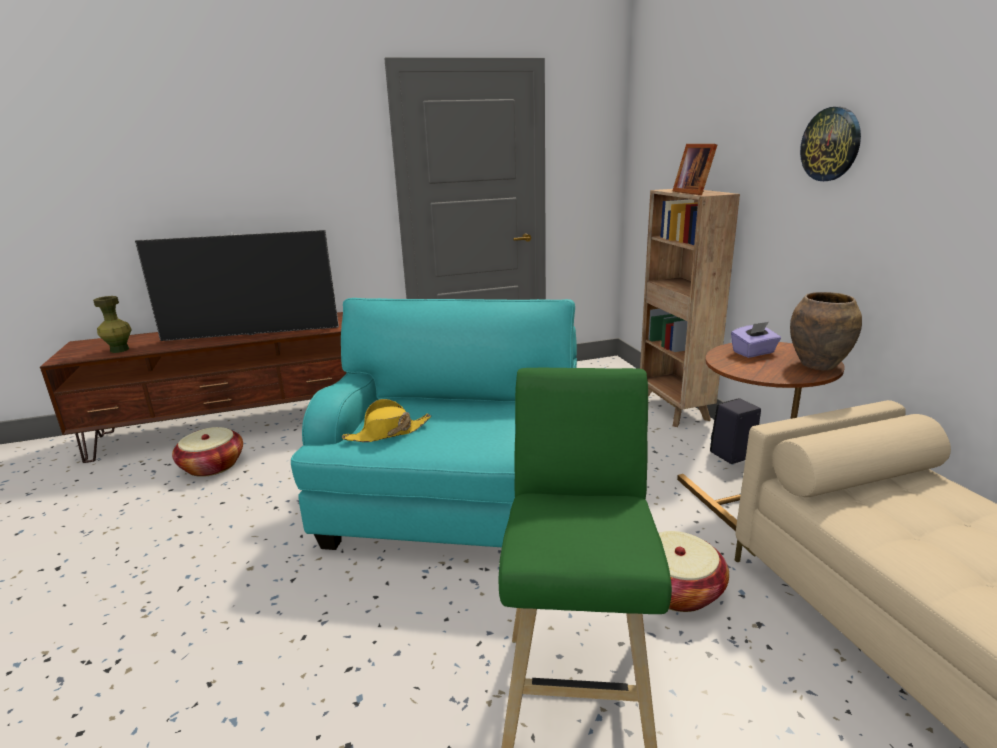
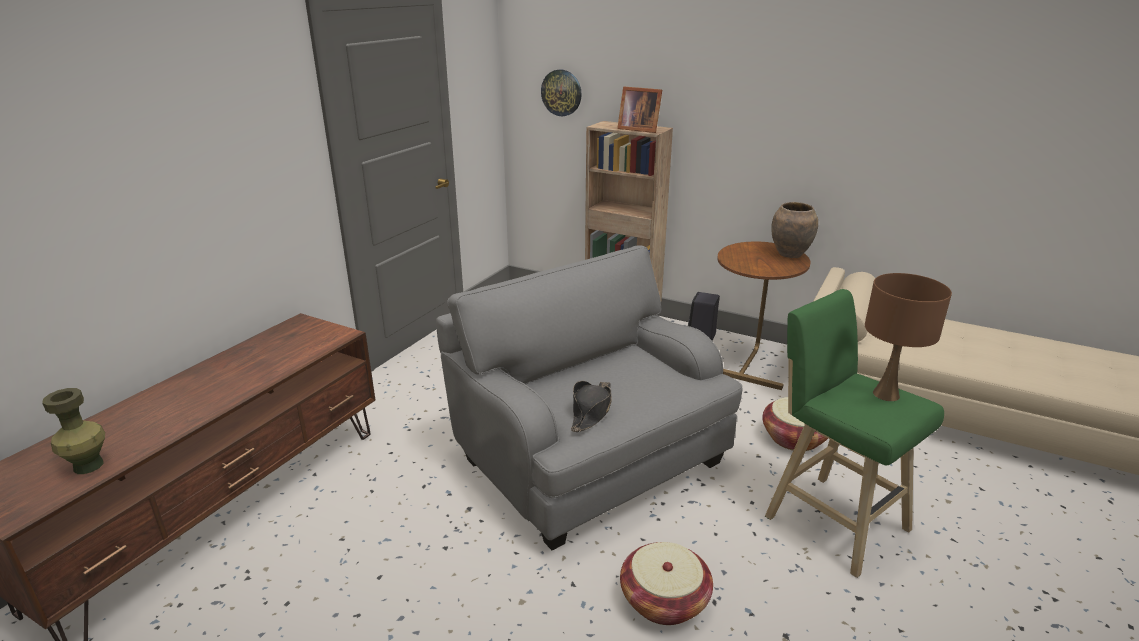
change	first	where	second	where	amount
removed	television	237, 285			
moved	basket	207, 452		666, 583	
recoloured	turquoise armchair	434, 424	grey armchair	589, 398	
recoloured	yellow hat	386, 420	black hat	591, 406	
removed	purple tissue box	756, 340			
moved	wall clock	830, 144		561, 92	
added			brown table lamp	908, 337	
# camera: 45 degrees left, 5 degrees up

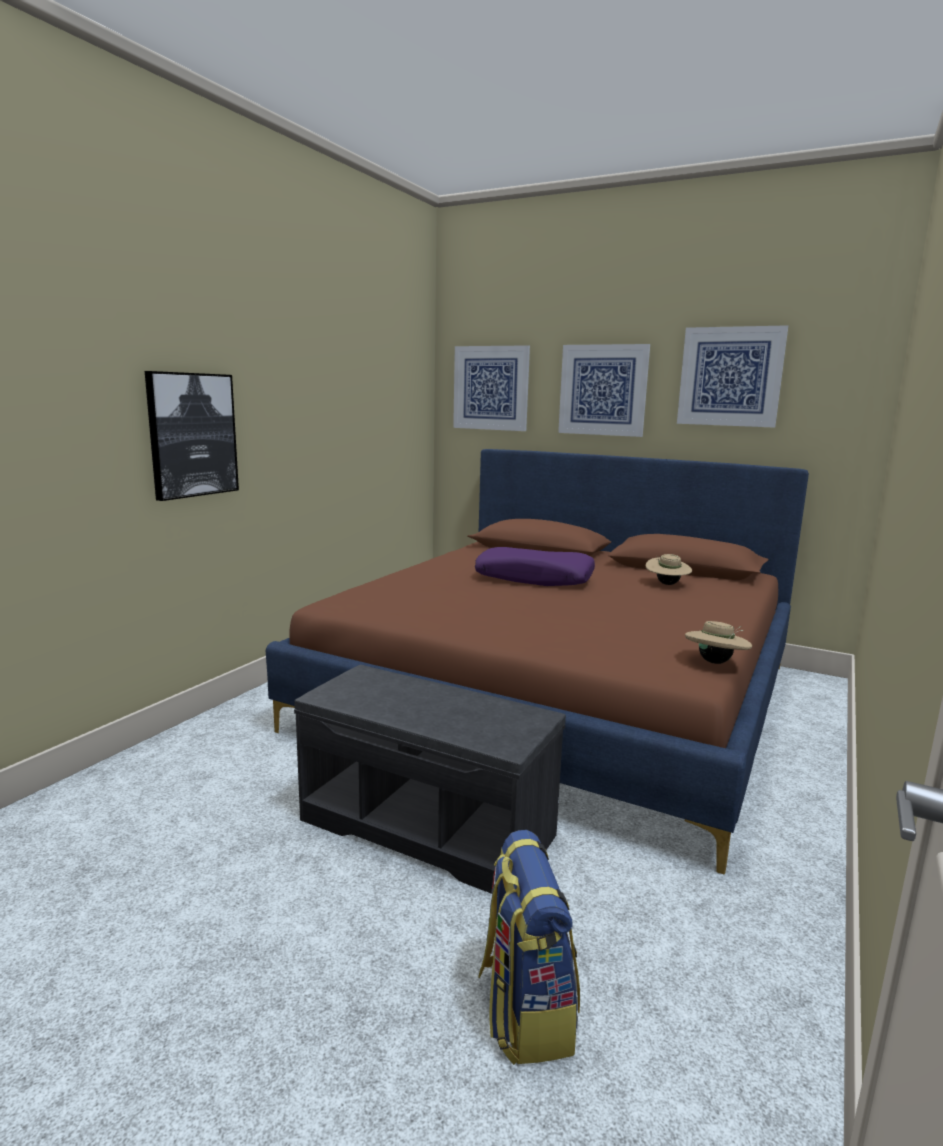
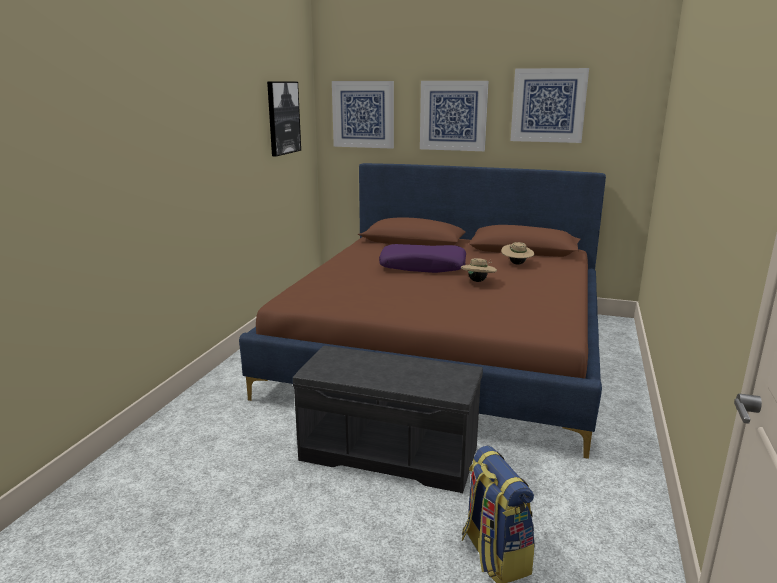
change	first	where	second	where	amount
moved	picture	192, 436		284, 119	
moved	beige hat	718, 642		479, 270	
# camera: 10 degrees left, 5 degrees up

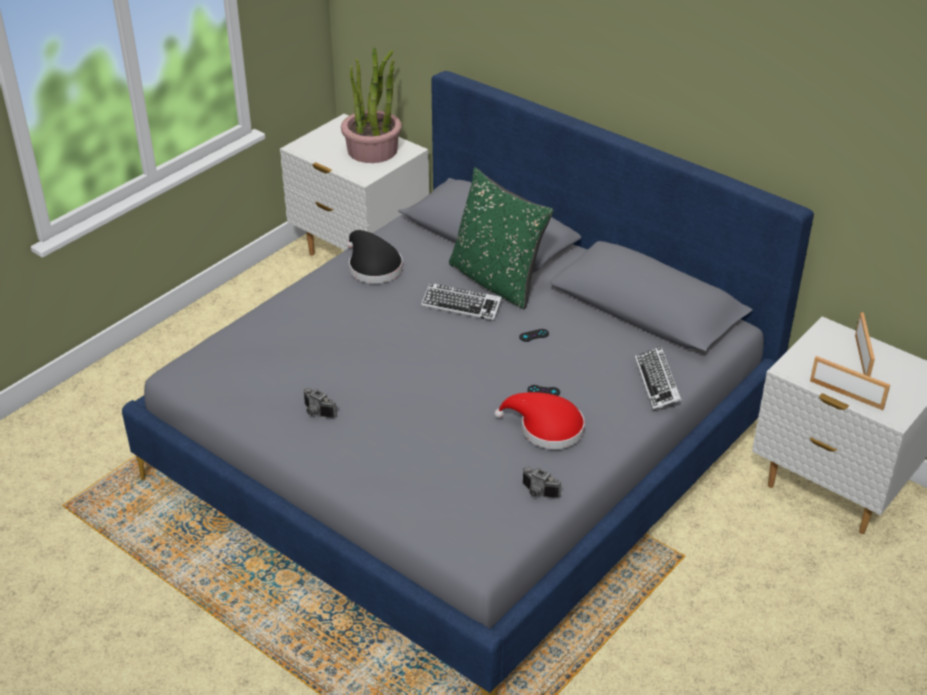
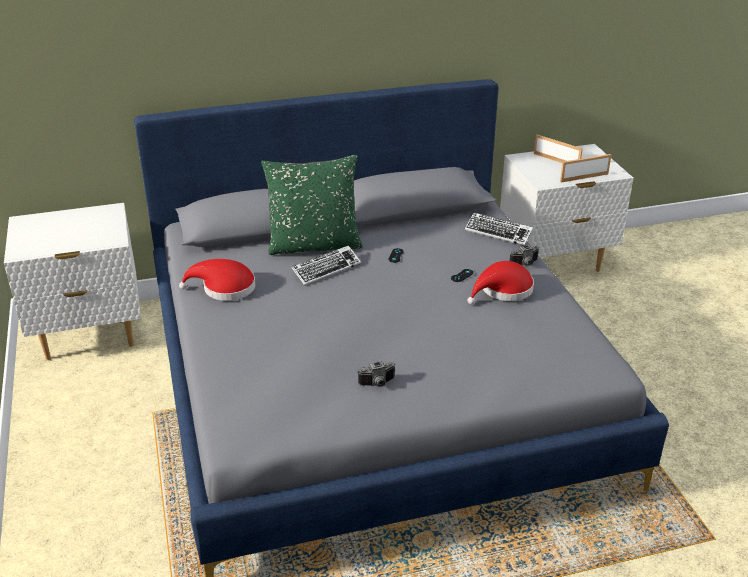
change	first	where	second	where	amount
removed	potted plant	371, 105			
recoloured	black hat	374, 257	red hat	217, 280	
moved	photo camera	542, 482		524, 255	
# camera: 55 degrees left, 5 degrees down

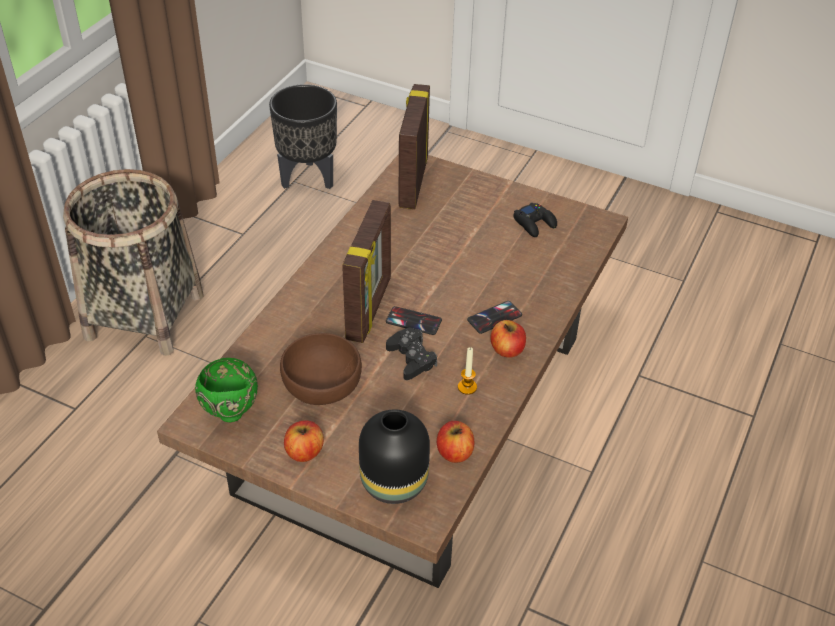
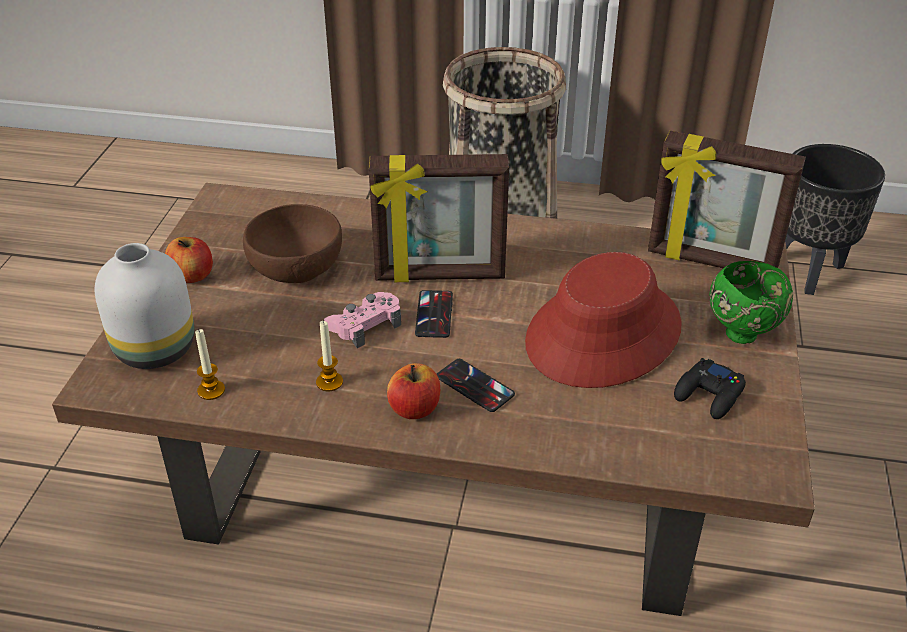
change	first	where	second	where	amount
moved	green bowl	226, 390		751, 302	
recoloured	black vase	394, 457	white vase	144, 306	
recoloured	black game controller	411, 354	pink game controller	362, 320	
turned	picture frame	414, 146		727, 199	150 degrees counterclockwise
replaced	apple	455, 442	candle	210, 364	
added			red hat	603, 320	
# camera: 75 degrees right, 5 degrees down

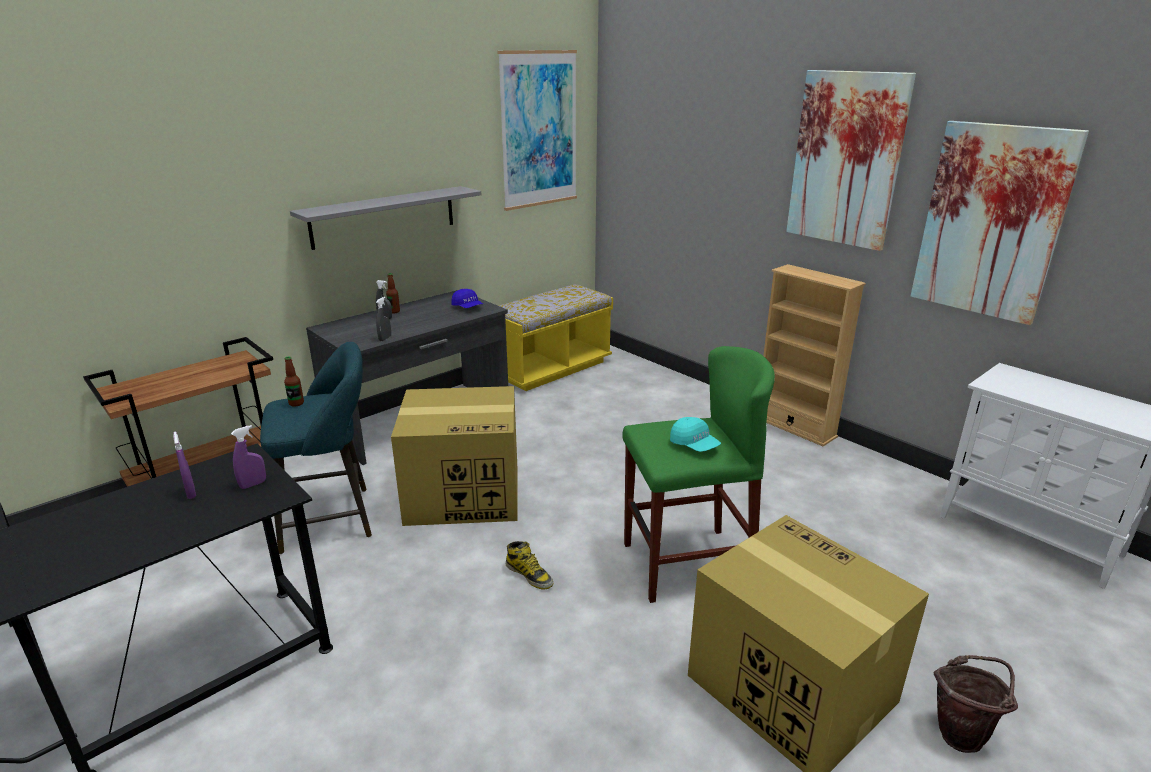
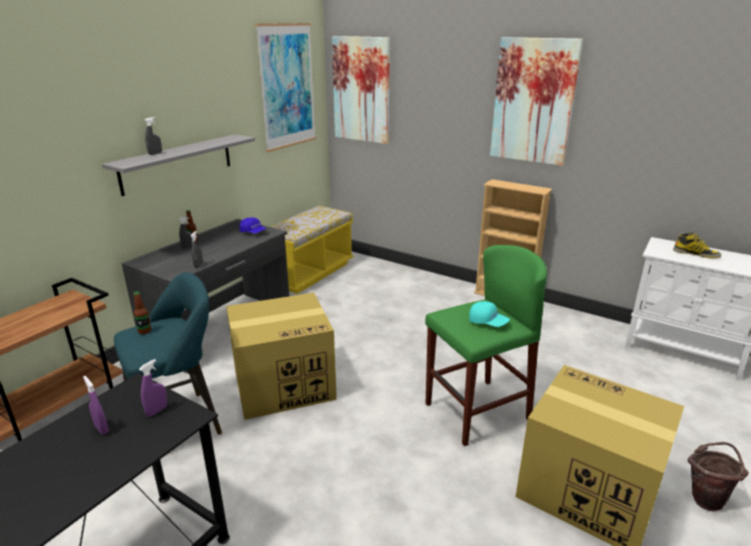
change	first	where	second	where	amount
moved	boot	529, 565		697, 245	
moved	picture	999, 223		361, 90	
added			grey spray bottle	153, 136	
# camera: 15 degrees left, 0 degrees up

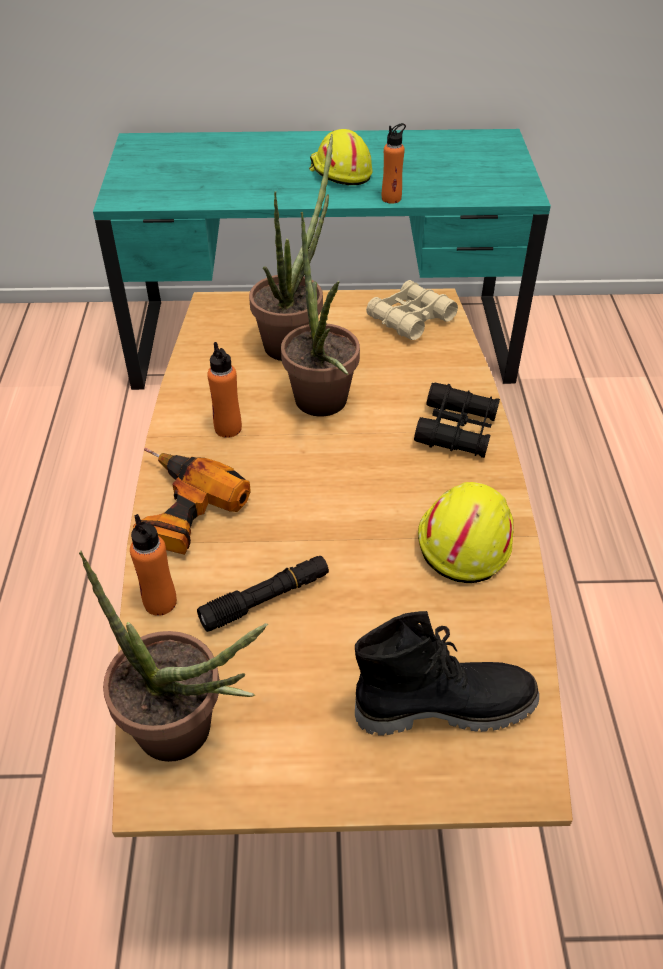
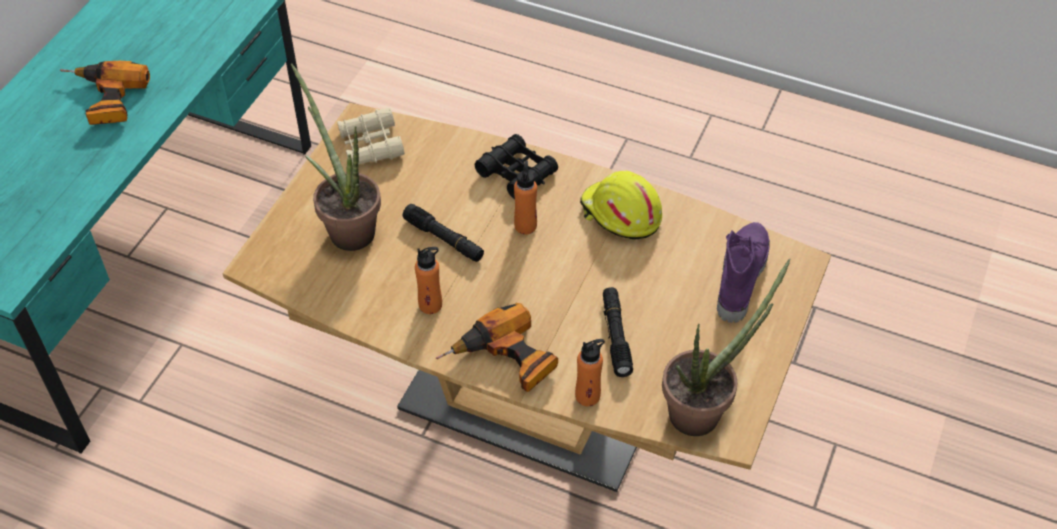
change	first	where	second	where	amount
replaced	potted plant	320, 314	black flashlight	443, 233	
replaced	yellow hard hat	341, 157	power drill	105, 93	
recoloured	black boot	447, 673	purple boot	743, 272	
moved	orange bottle	394, 163		525, 197	
# camera: 65 degrees left, 5 degrees up

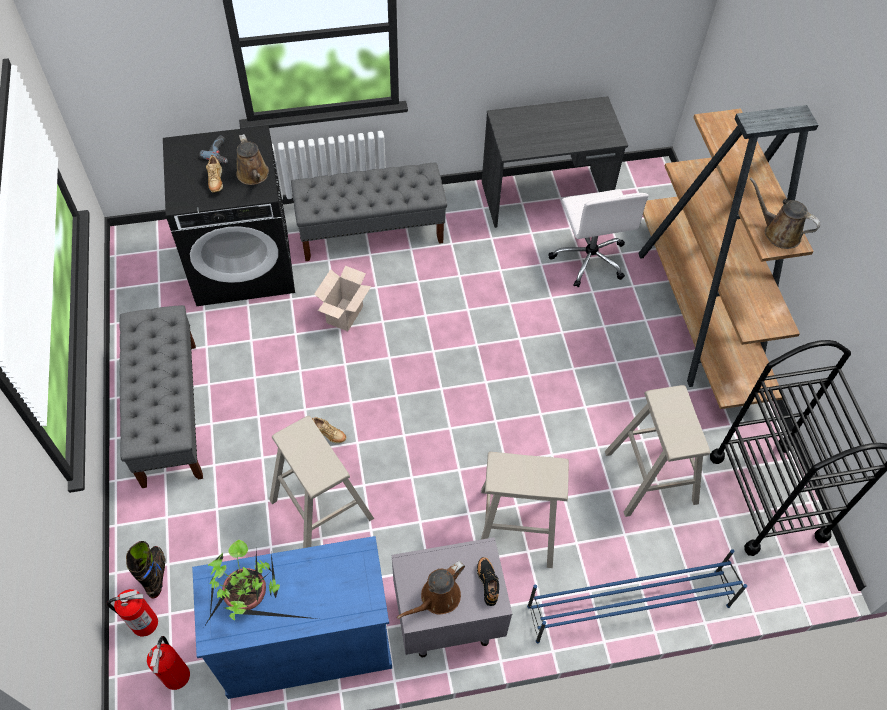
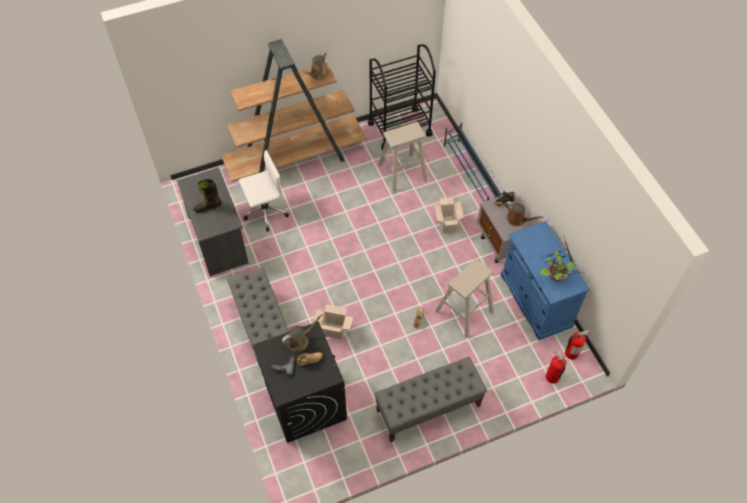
change	first	where	second	where	amount
moved	black boot	146, 570		207, 195	
replaced	beige stool	525, 510	cardboard box	449, 215	
# camera: 100 degrees left, 0 degrees up

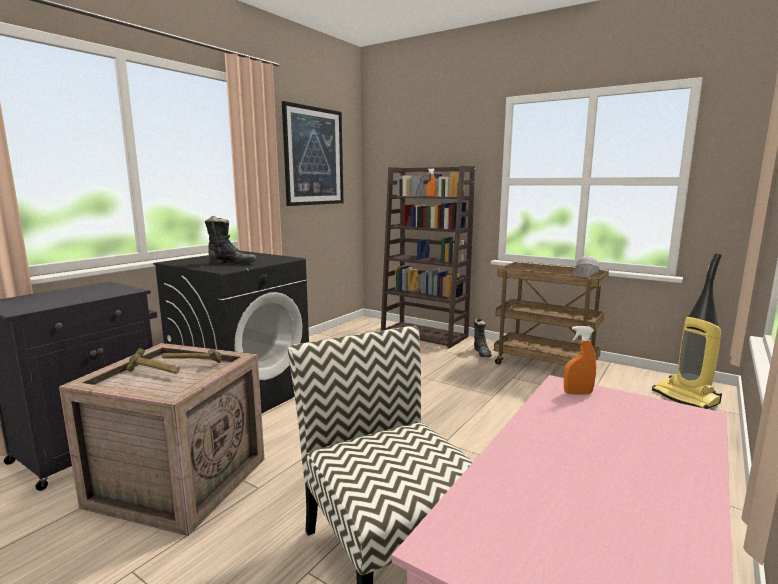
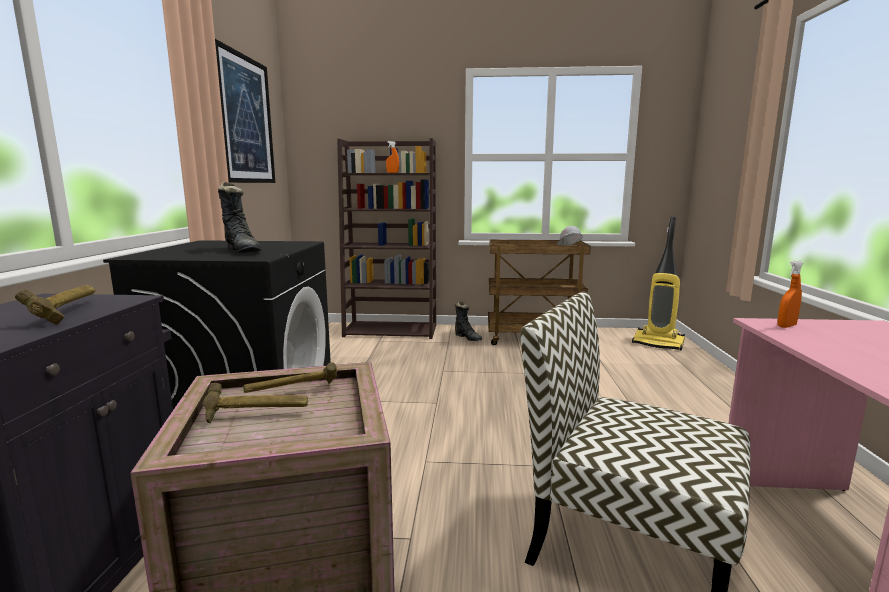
change	first	where	second	where	amount
turned	black boot	230, 240		239, 217	75 degrees clockwise
added			hammer	55, 305	
# camera: 30 degrees left, 0 degrees up

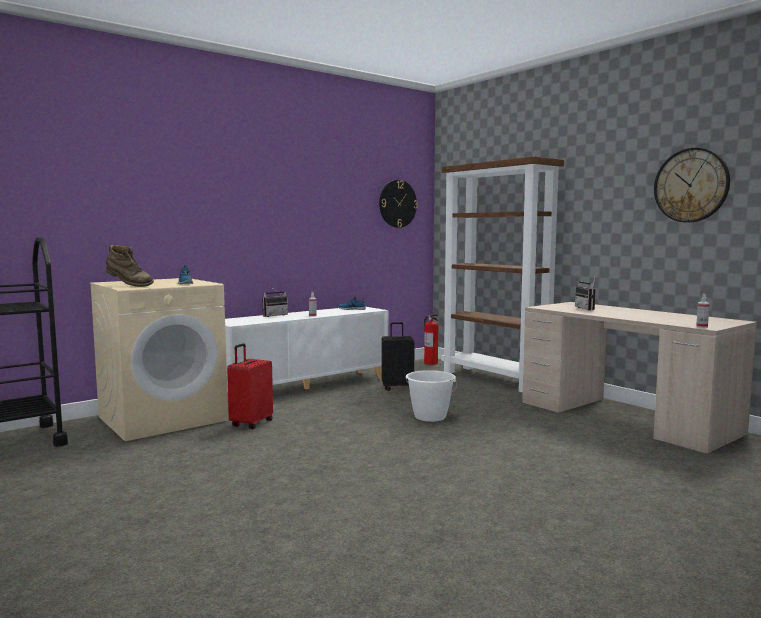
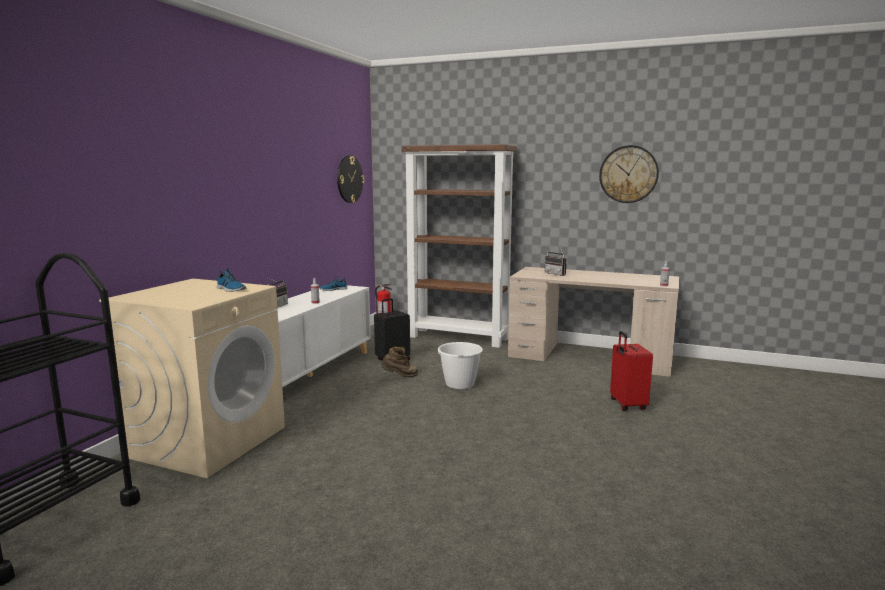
change	first	where	second	where	amount
moved	brown boot	130, 266		399, 362	
moved	red suitcase	250, 386		631, 371	
# camera: 30 degrees left, 5 degrees up

